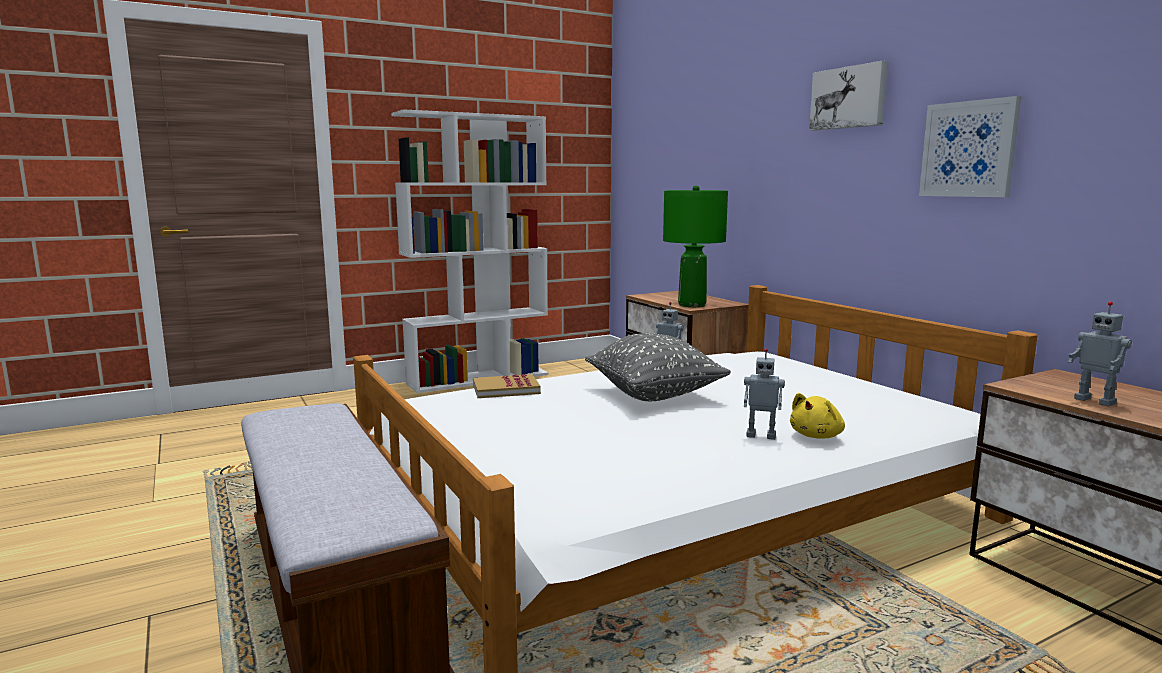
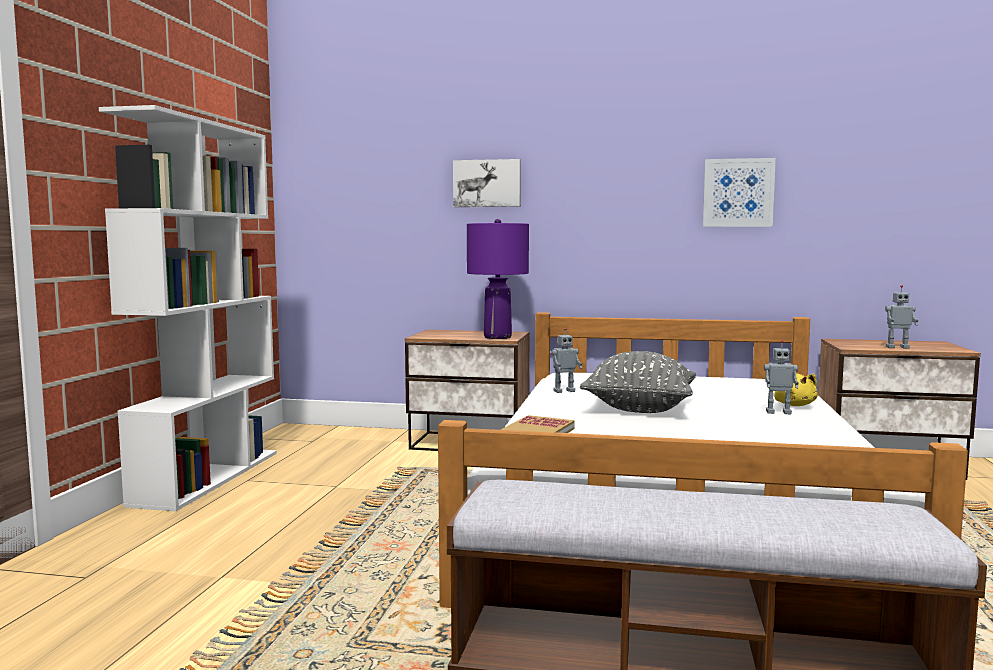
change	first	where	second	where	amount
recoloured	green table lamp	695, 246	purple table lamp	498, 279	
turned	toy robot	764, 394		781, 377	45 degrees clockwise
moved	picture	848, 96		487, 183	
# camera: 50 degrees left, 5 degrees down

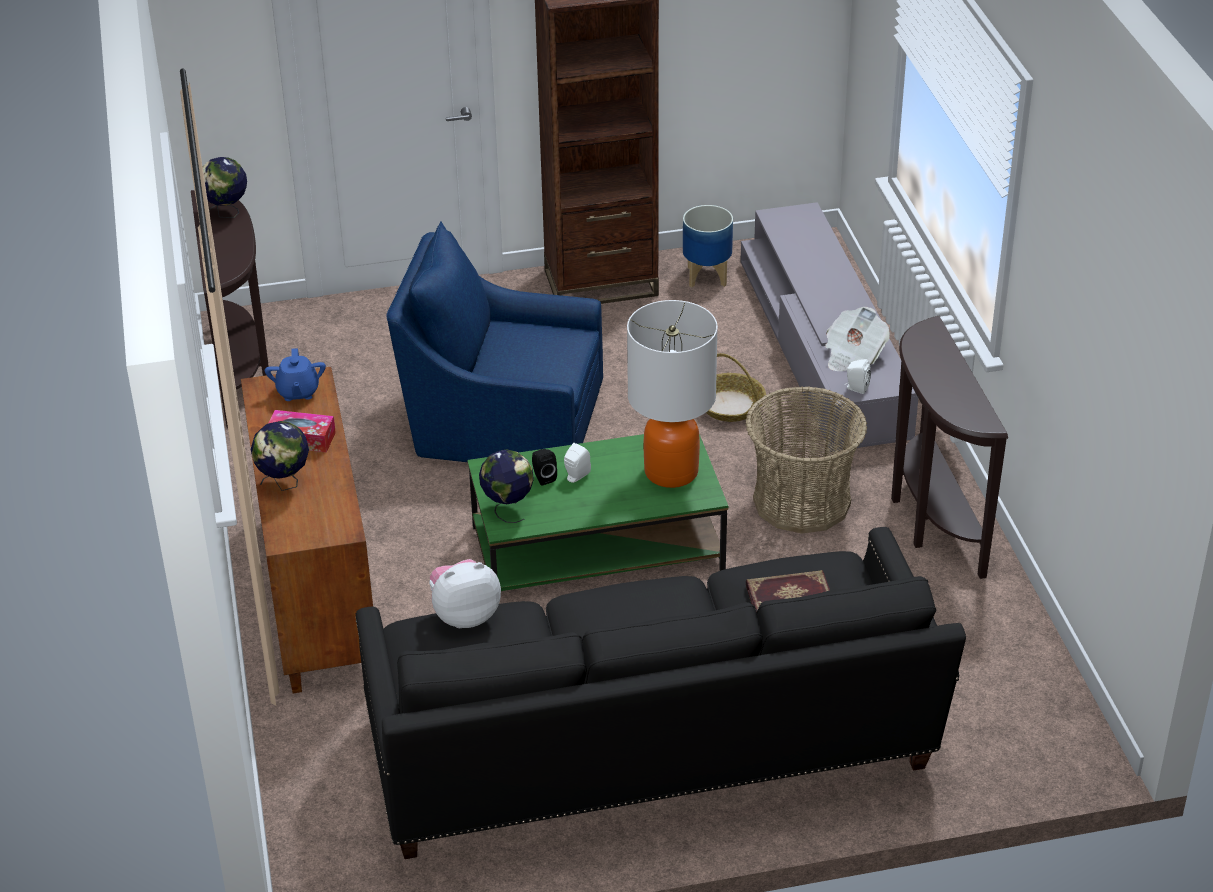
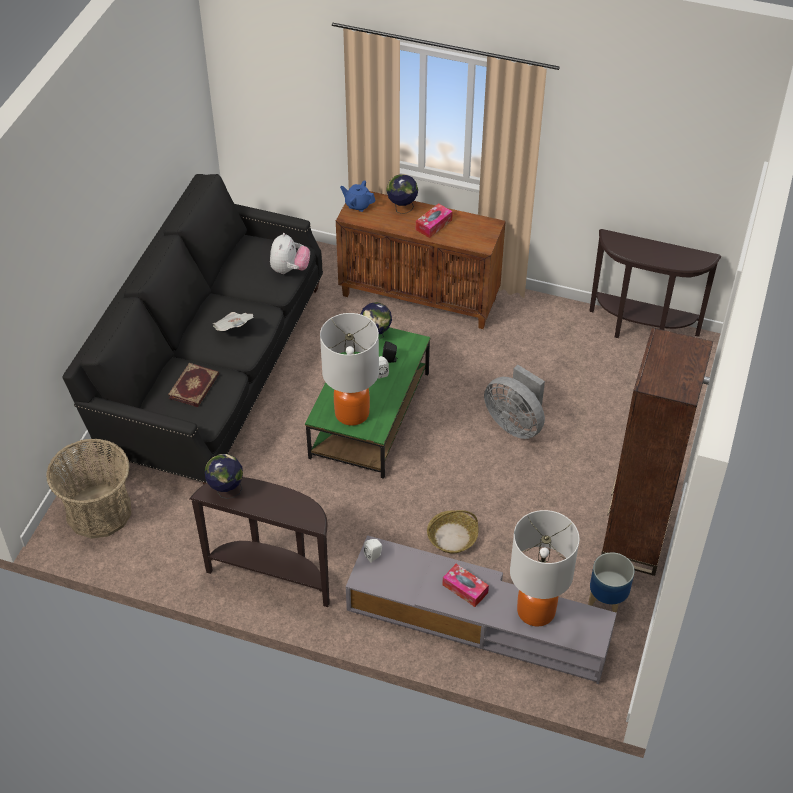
change	first	where	second	where	amount
moved	globe	225, 187		224, 476	
moved	blue teapot	295, 374		358, 196	
replaced	blue armchair	494, 341	grey fan	514, 402	
moved	basket	806, 460		88, 488	
moved	newspaper	857, 339		233, 321	
added			tissue box	465, 585	
added			table lamp	545, 568	
# camera: 120 degrees right, 10 degrees up

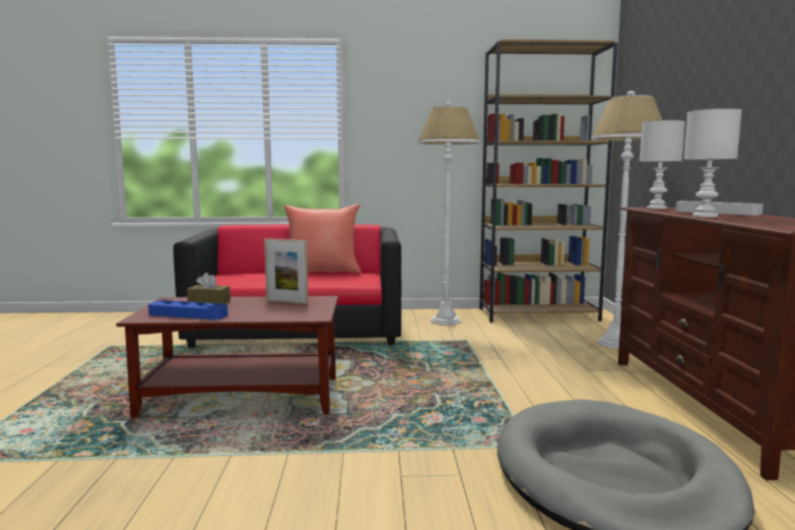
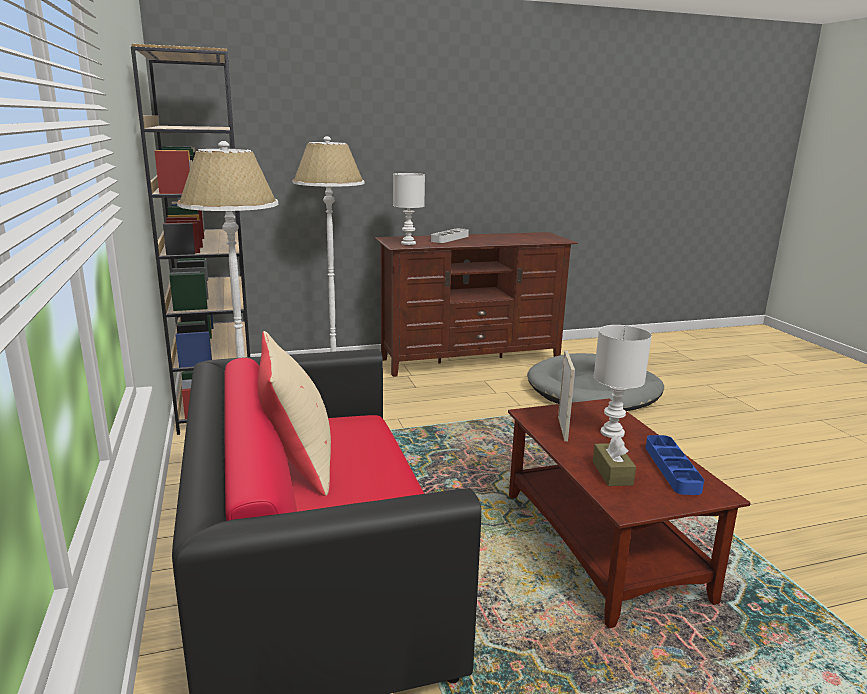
change	first	where	second	where	amount
recoloured	red pillow	322, 239	beige pillow	294, 413	
moved	white table lamp	713, 163		623, 381	
# camera: 105 degrees left, 10 degrees up

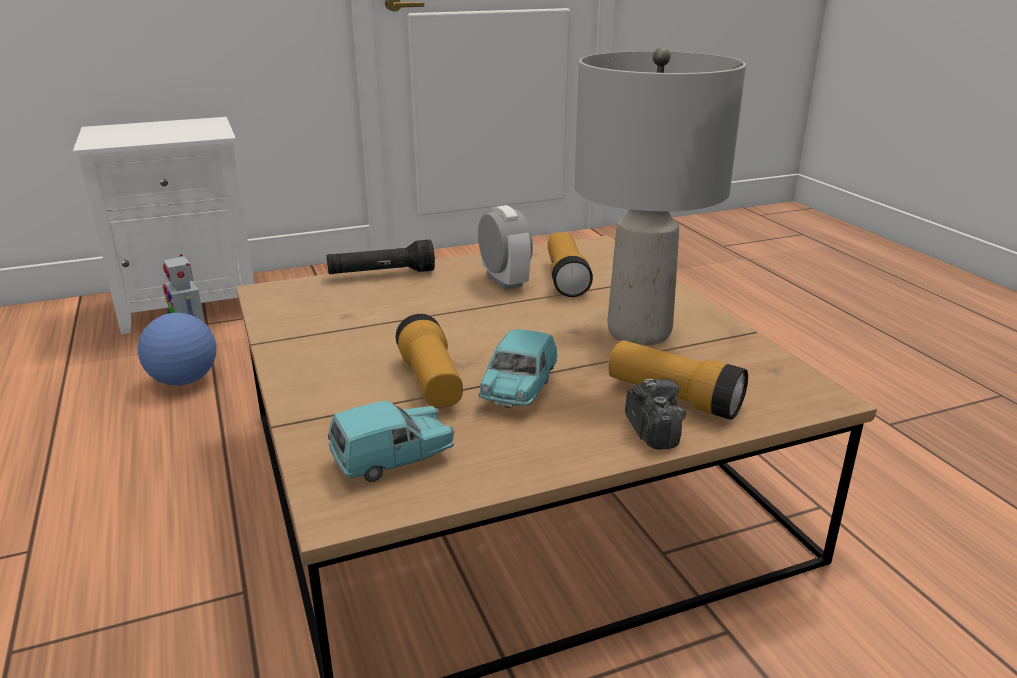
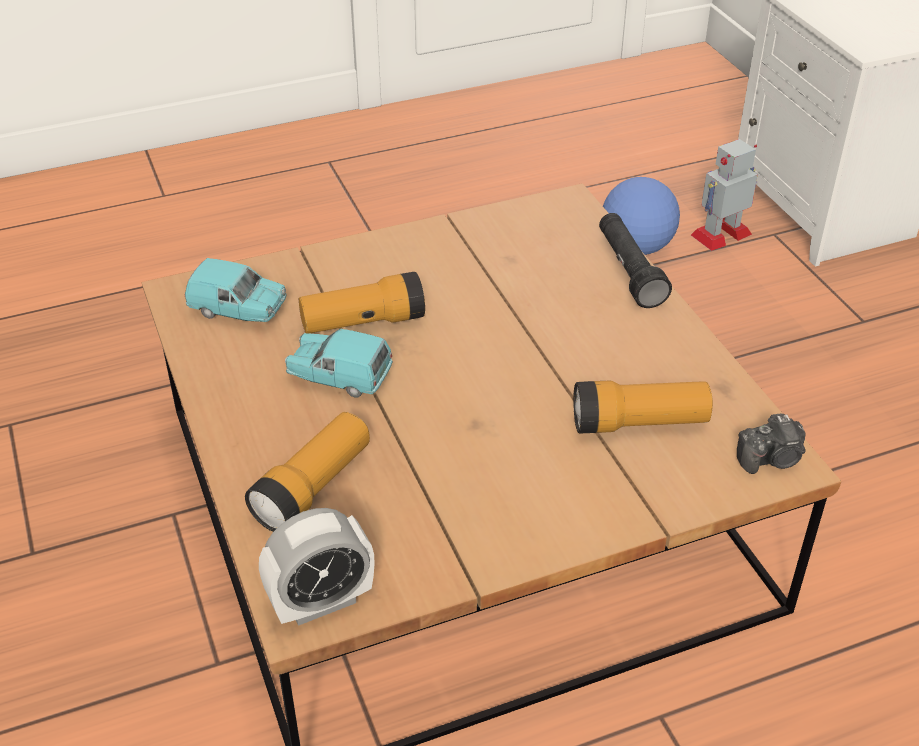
change	first	where	second	where	amount
turned	turquoise toy car	391, 441		236, 290	45 degrees counterclockwise
moved	alarm clock	505, 247		316, 567	
removed	grey table lamp	660, 196			
moved	photo camera	655, 414		771, 443	
# camera: 90 degrees right, 15 degrees up

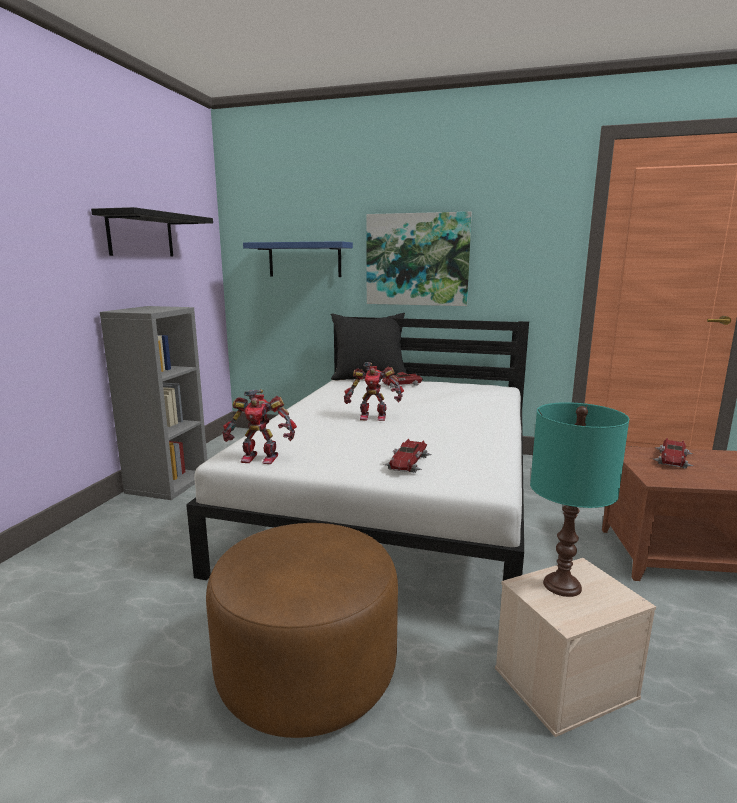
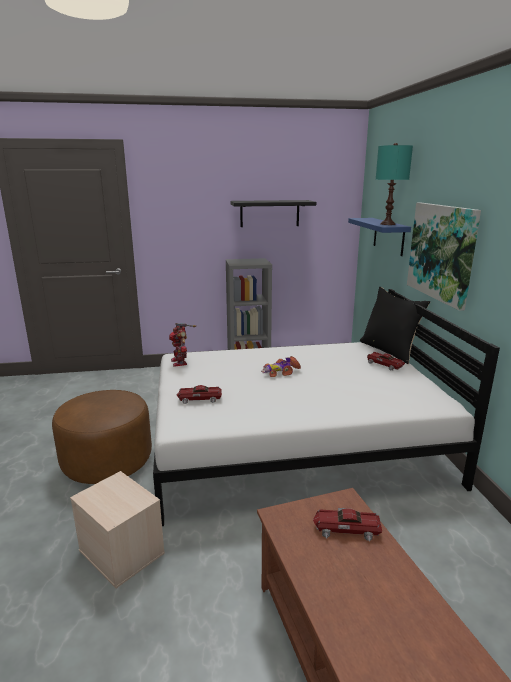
change	first	where	second	where	amount
replaced	toy robot	374, 391	toy car	281, 366	
moved	turquoise table lamp	579, 499		394, 184	
# camera: 65 degrees right, 5 degrees up

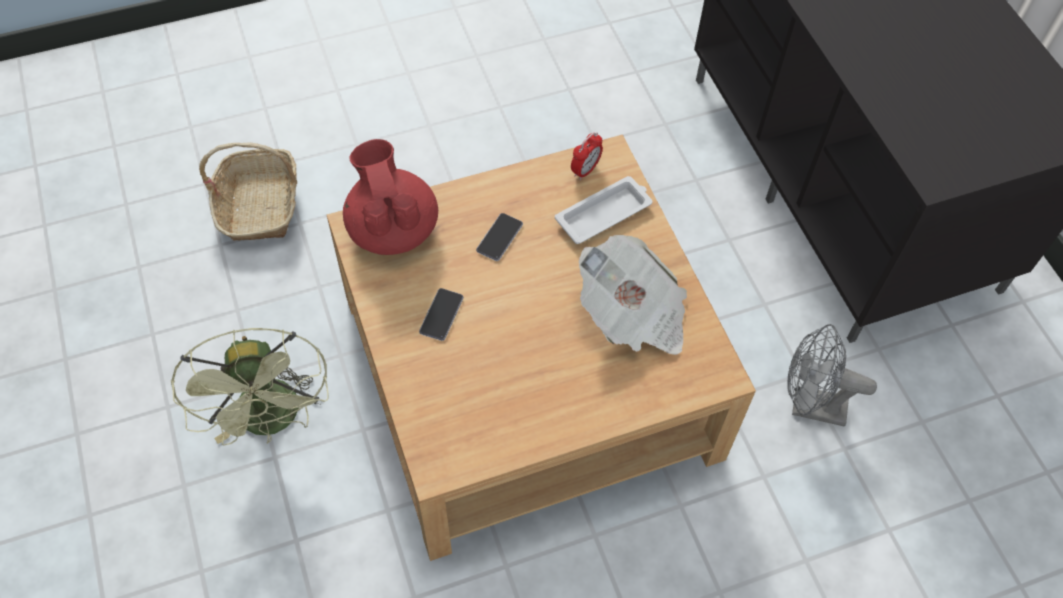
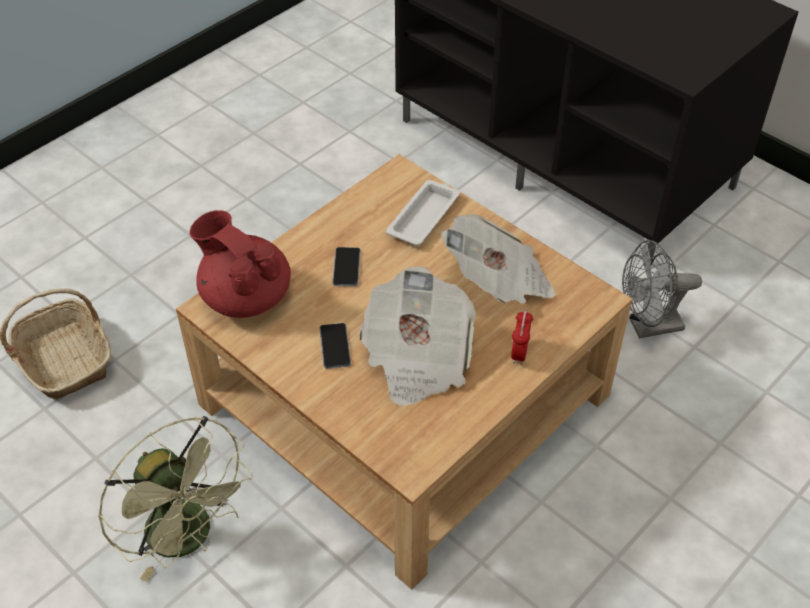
change	first	where	second	where	amount
moved	alarm clock	587, 156		522, 337	
added			newspaper	417, 336	
# camera: 25 degrees left, 10 degrees down

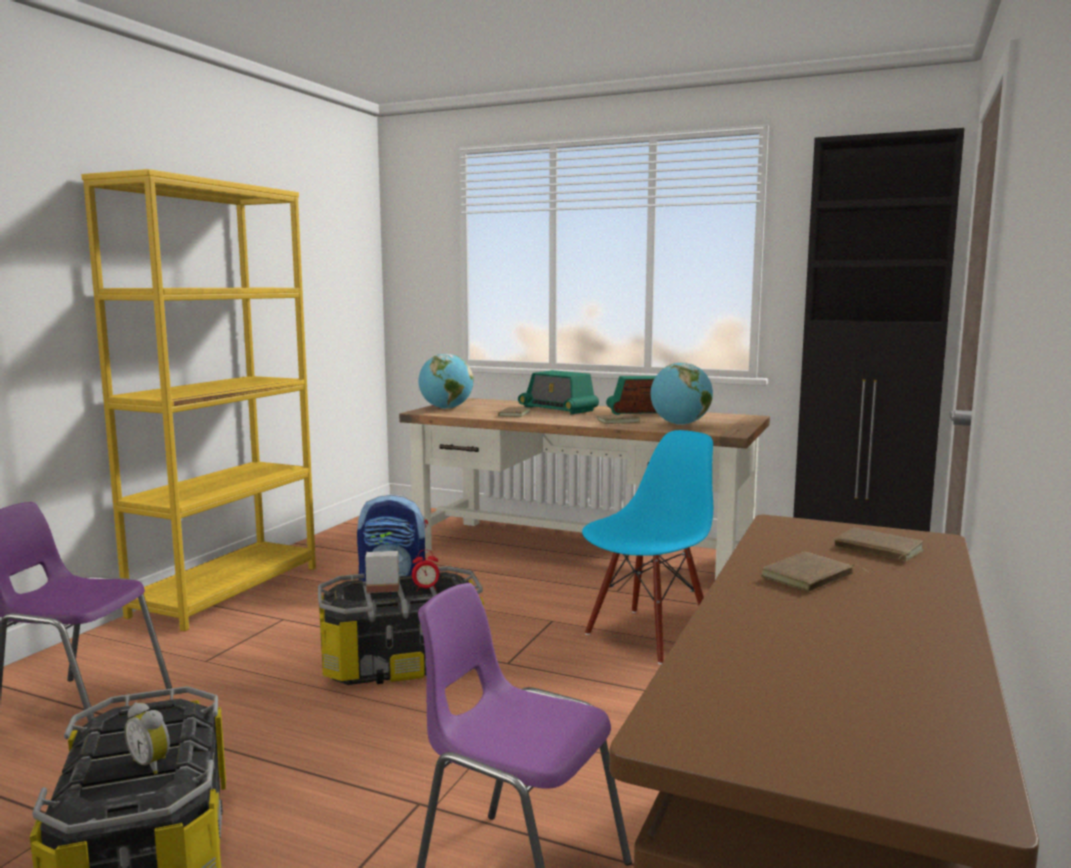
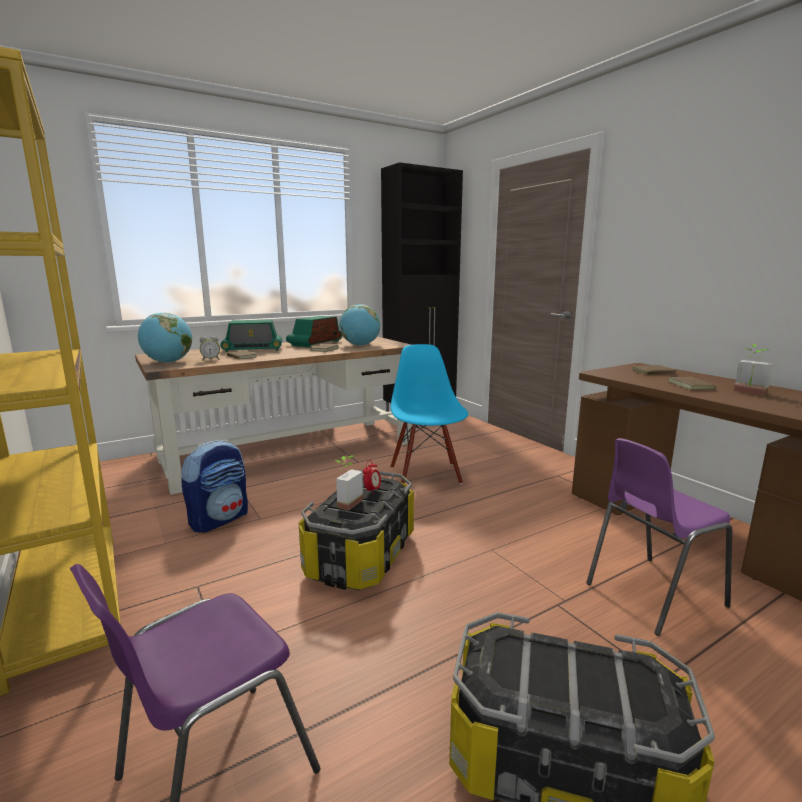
change	first	where	second	where	amount
moved	alarm clock	147, 738		210, 348	
added			potted plant	753, 370	
# camera: 55 degrees left, 5 degrees up

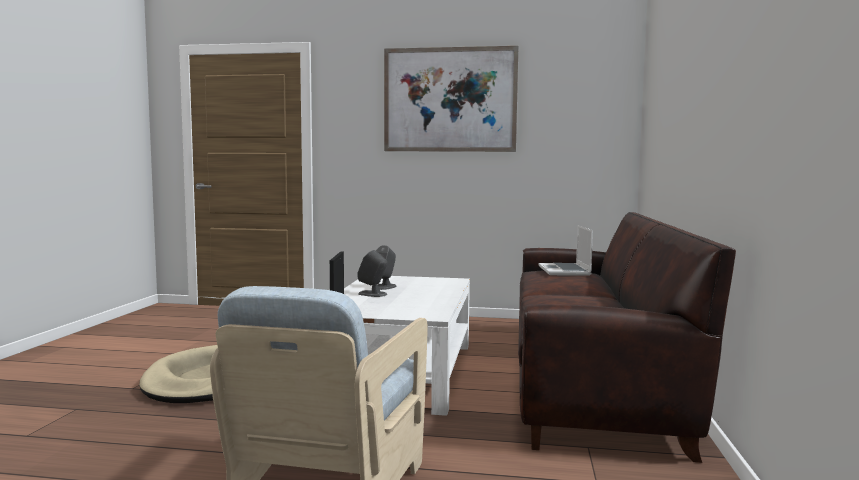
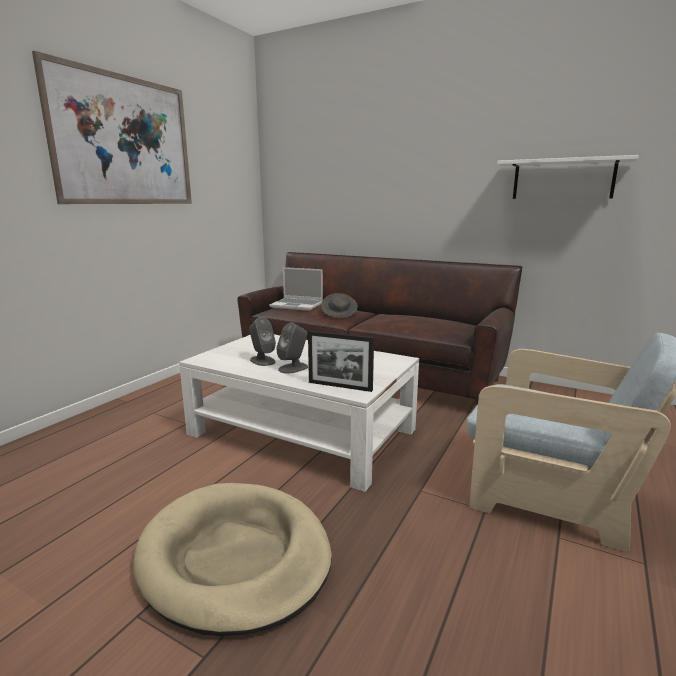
change	first	where	second	where	amount
added			grey hat	339, 305	
added			white shelf	568, 177	
# camera: 70 degrees left, 10 degrees up

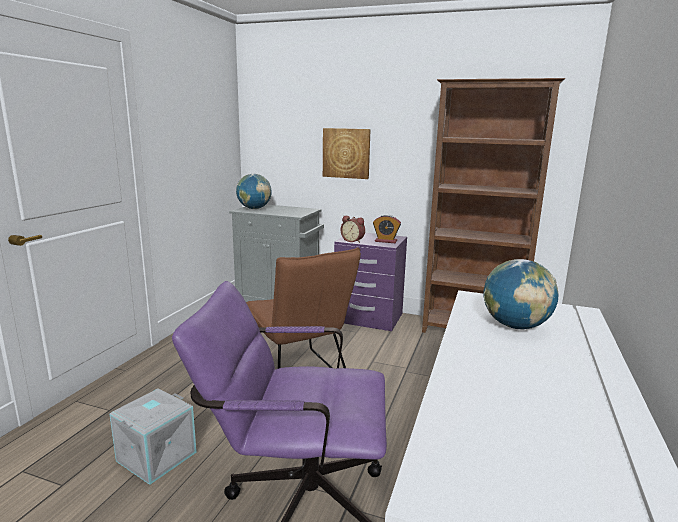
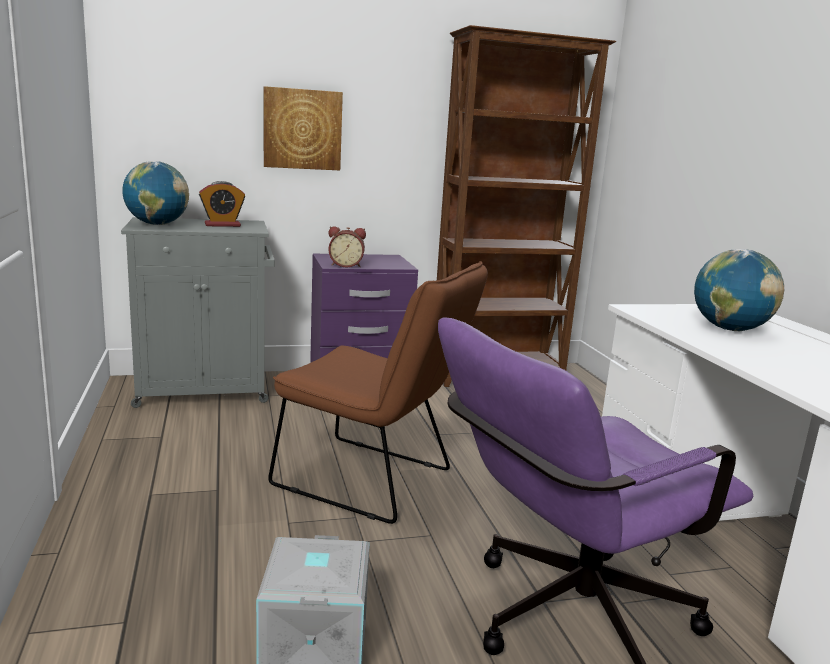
change	first	where	second	where	amount
moved	alarm clock	387, 229		222, 204	
# camera: 35 degrees left, 0 degrees up

